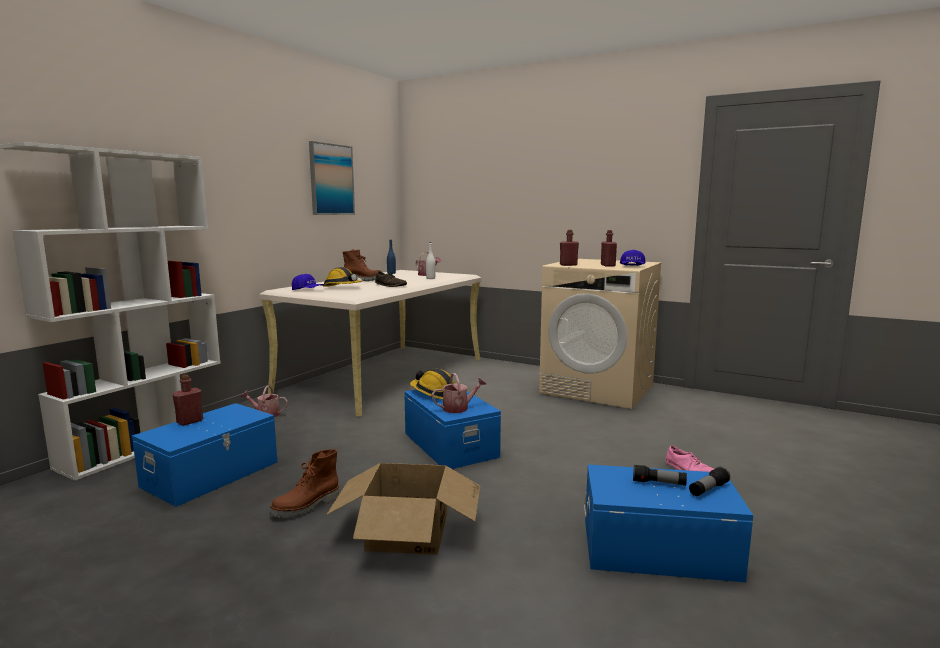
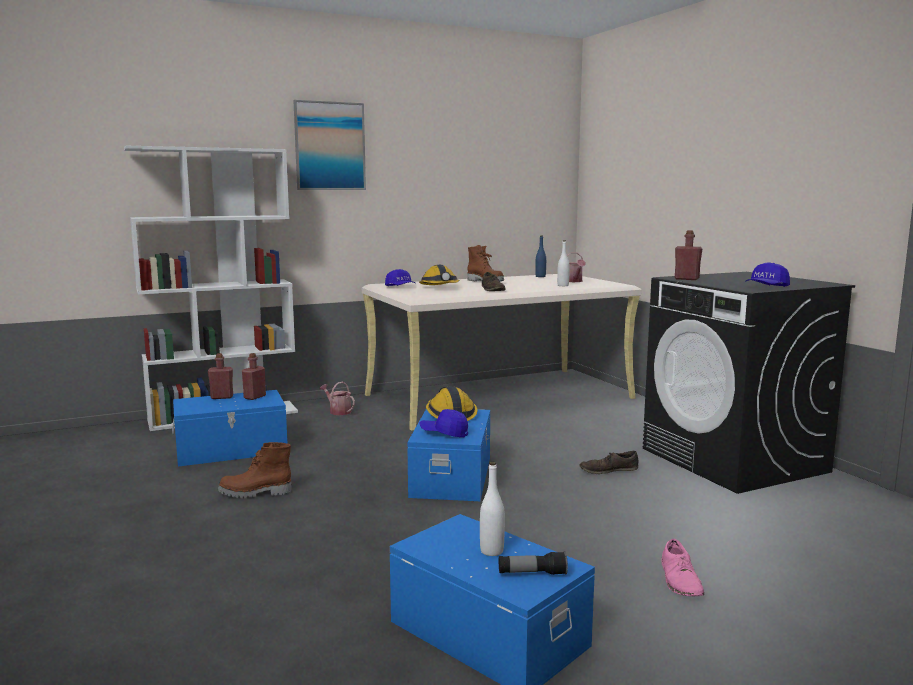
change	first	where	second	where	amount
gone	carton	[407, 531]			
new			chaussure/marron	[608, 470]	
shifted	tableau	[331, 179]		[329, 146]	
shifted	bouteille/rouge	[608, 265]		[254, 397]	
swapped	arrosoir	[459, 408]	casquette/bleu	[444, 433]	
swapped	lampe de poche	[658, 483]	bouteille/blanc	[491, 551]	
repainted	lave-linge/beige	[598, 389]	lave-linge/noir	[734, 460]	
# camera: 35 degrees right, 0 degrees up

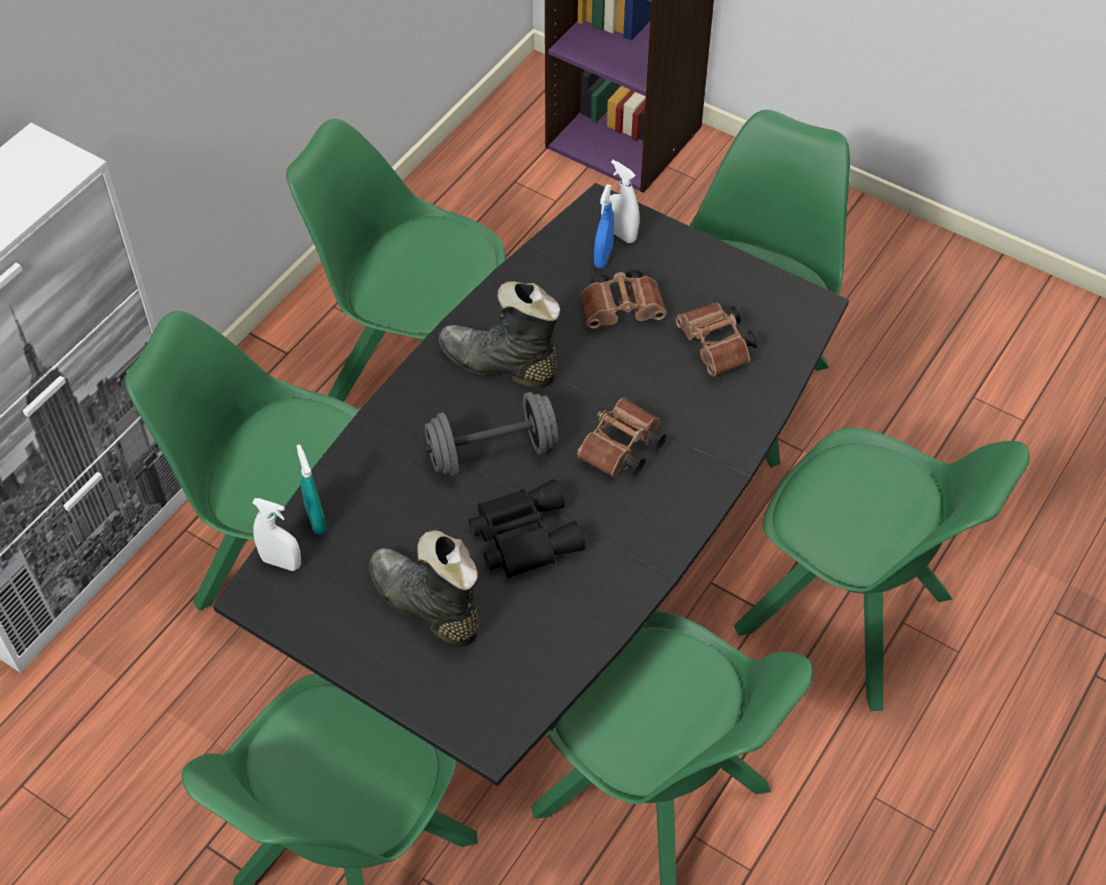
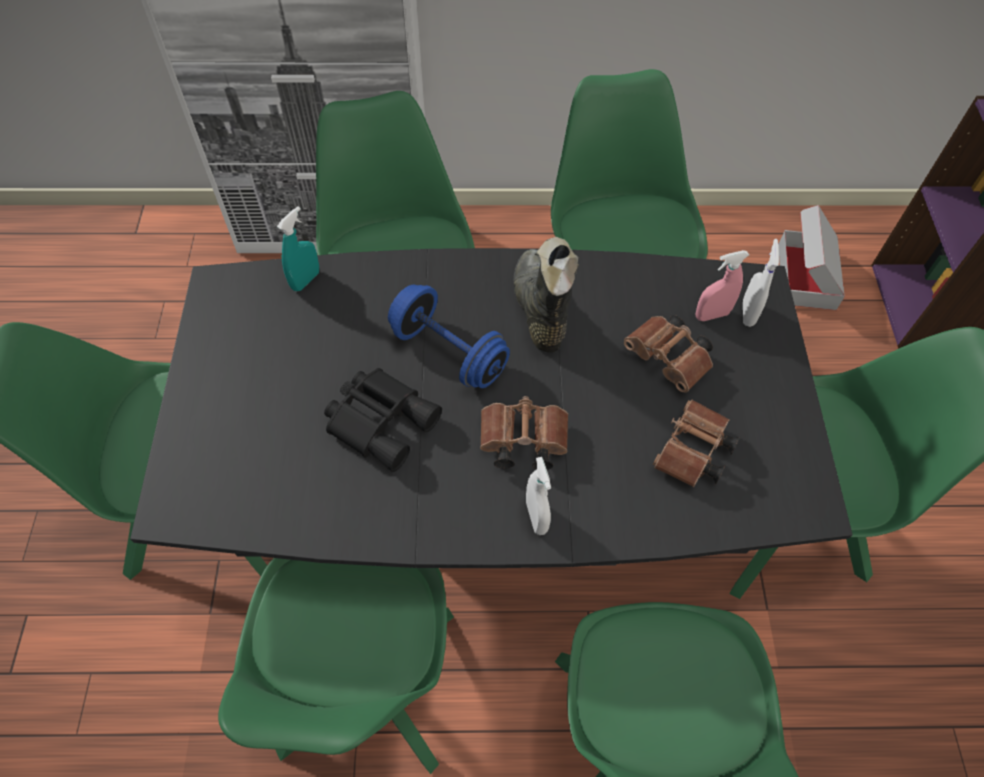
change	first	where	second	where	amount
gone	botte/noir	[425, 606]			
new			carton	[806, 276]	
shifted	vaporisateur/blanc	[281, 562]		[536, 517]	
repainted	haltère/gris	[492, 452]	haltère/bleu	[449, 352]	
repainted	vaporisateur/bleu	[603, 257]	vaporisateur/rose	[711, 315]	
# camera: 55 degrees right, 5 degrees up

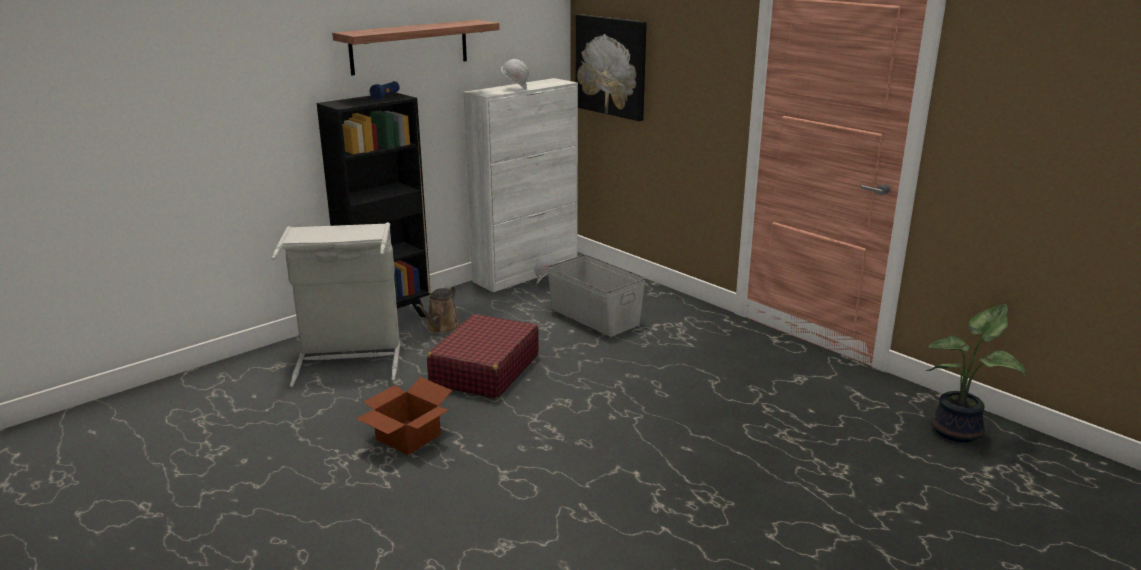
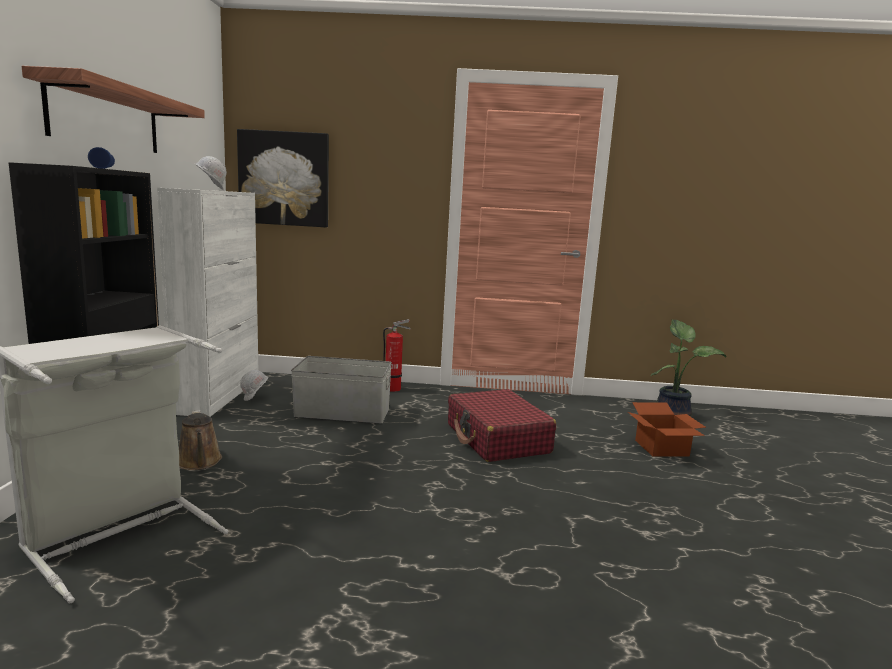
change	first	where	second	where	amount
new			extincteur	[395, 389]	
shifted	carton	[406, 437]		[661, 449]	
shifted	valise/rouge	[484, 370]		[497, 439]	
# camera: 45 degrees left, 10 degrees down

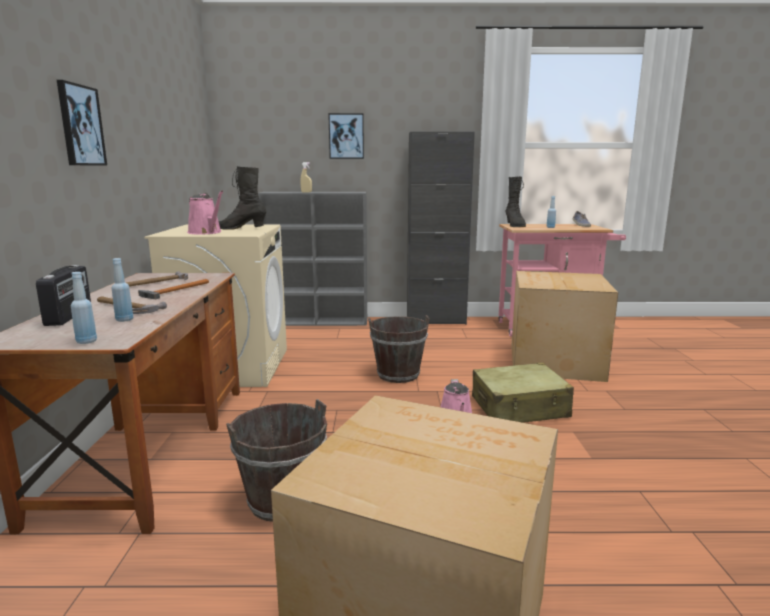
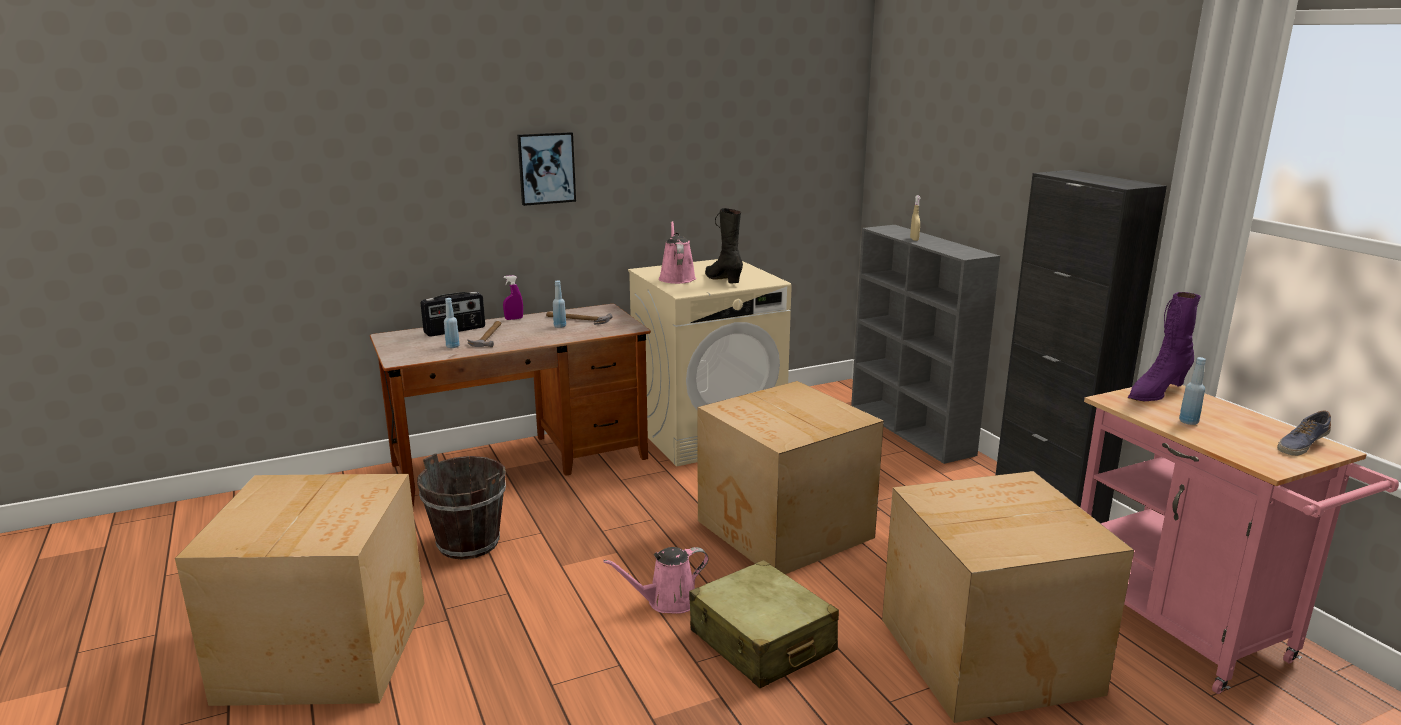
change	first	where	second	where	amount
gone	marteau	[174, 291]			
gone	tableau	[346, 136]			
new			vaporisateur/violet	[514, 319]	
shifted	bouteille/bleu	[86, 341]		[559, 326]	
swapped	seau/marron	[398, 375]	carton	[784, 530]	
repainted	botte/noir	[515, 226]	botte/violet	[1156, 393]	
rotated	arrosoir/rose	[206, 232]		[676, 278]	150 degrees clockwise
# camera: 65 degrees right, 5 degrees up

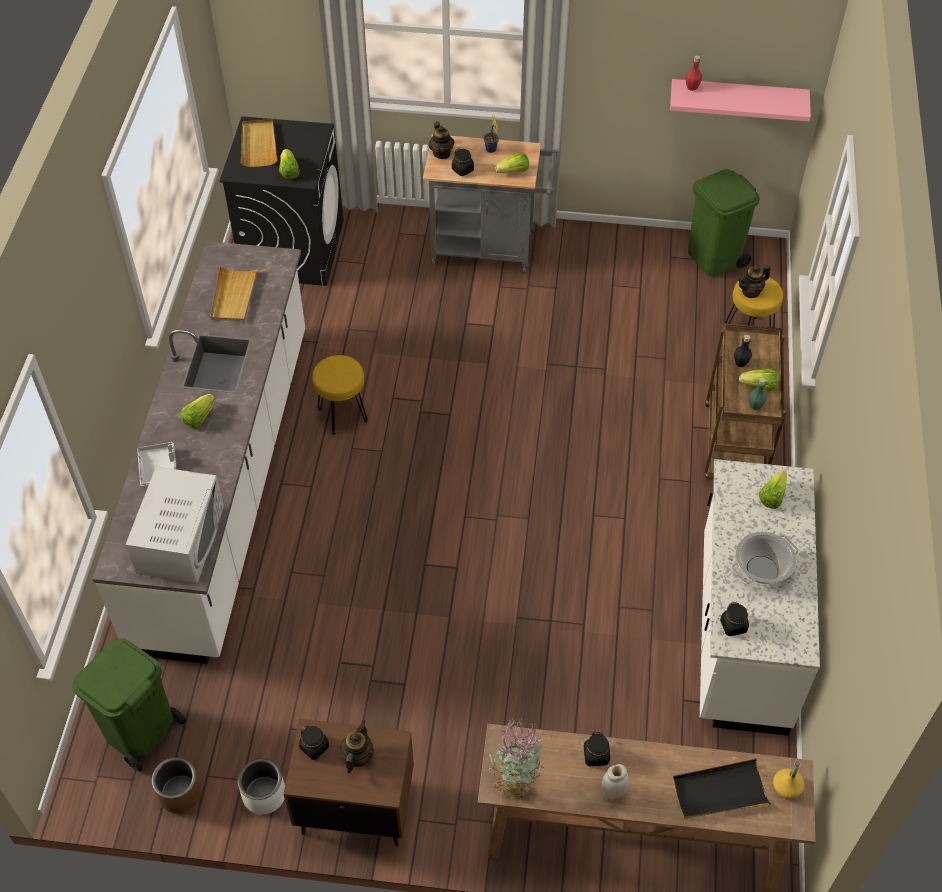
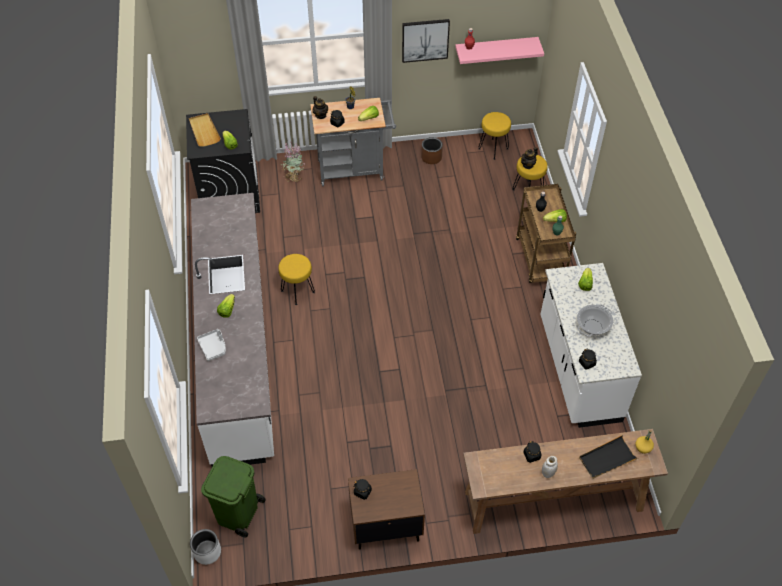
change	first	where	second	where	amount
gone	micro-ondes/blanc	[181, 539]			
gone	plateau/beige	[233, 296]			
gone	théière	[357, 756]			
new			tableau	[425, 40]	
shifted	cache-pot/marron	[180, 793]		[431, 157]	
shifted	cache-pot/blanc	[263, 794]		[207, 552]	
shifted	plante en pot	[514, 780]		[293, 177]	
swapped	poubelle/vert	[714, 258]	tabouret/jaune	[493, 148]	
# camera: 15 degrees left, 0 degrees up

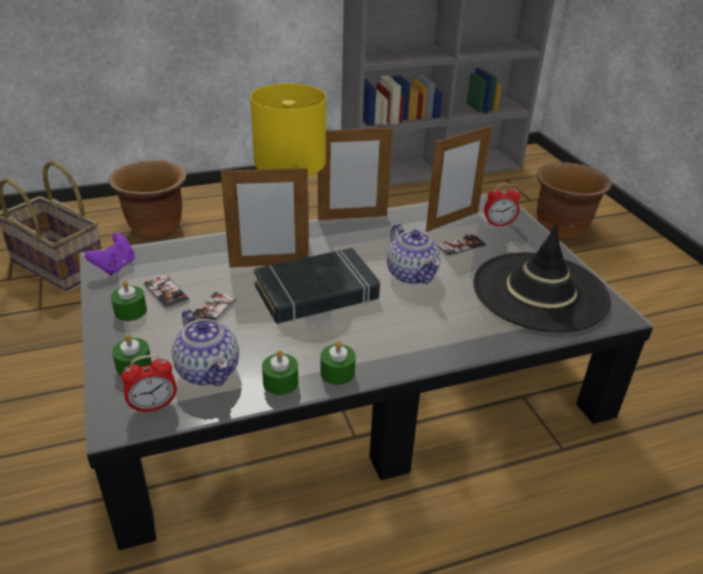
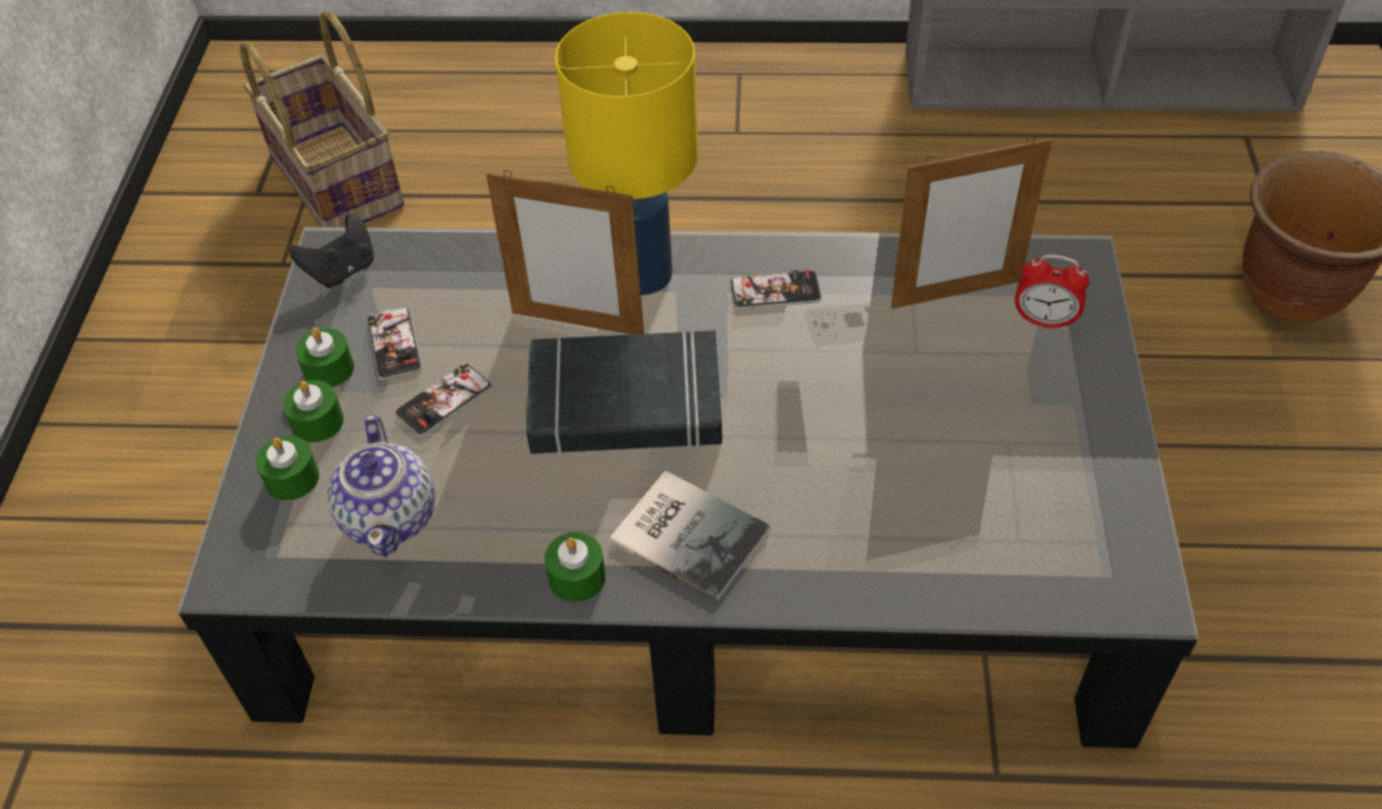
change	first	where	second	where	amount
gone	cache-pot/marron	[156, 229]			
gone	réveil	[153, 406]			
gone	cadre photo	[352, 217]			
gone	théière	[412, 274]			
gone	chapeau/noir	[540, 292]			
new			livre	[689, 531]	
shifted	bougie/vert	[280, 382]		[317, 422]	
shifted	téléphone	[461, 246]		[775, 291]	
repainted	manette/violet	[115, 267]	manette/noir	[342, 270]	
# camera: 25 degrees right, 15 degrees up

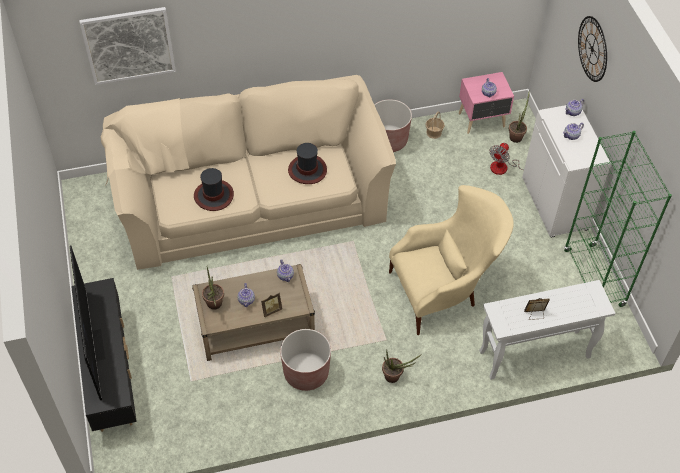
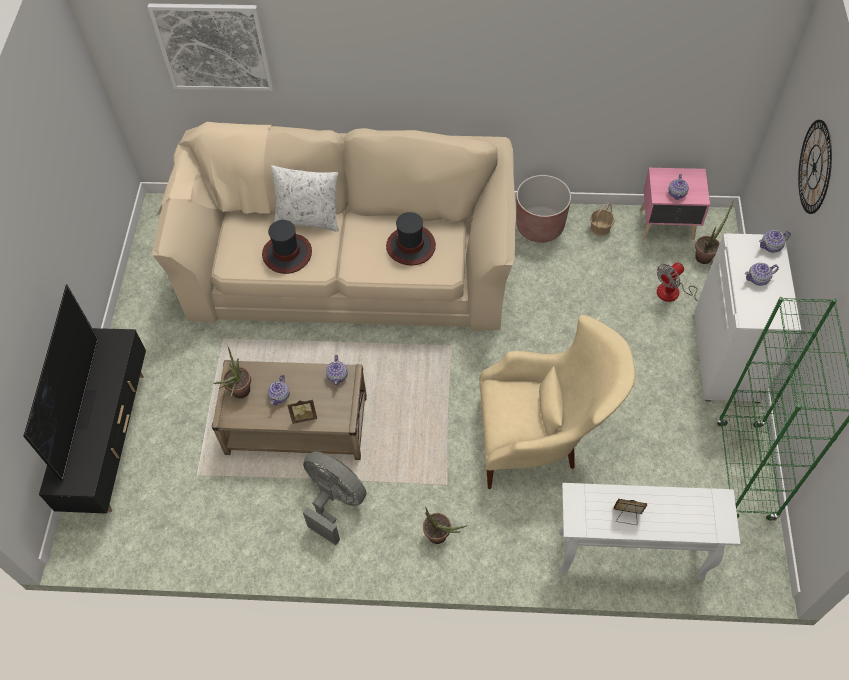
change	first	where	second	where	amount
new			coussin/blanc	[309, 219]	
swapped	cache-pot/marron	[306, 373]	ventilateur/gris	[334, 502]	
# camera: 20 degrees right, 5 degrees up

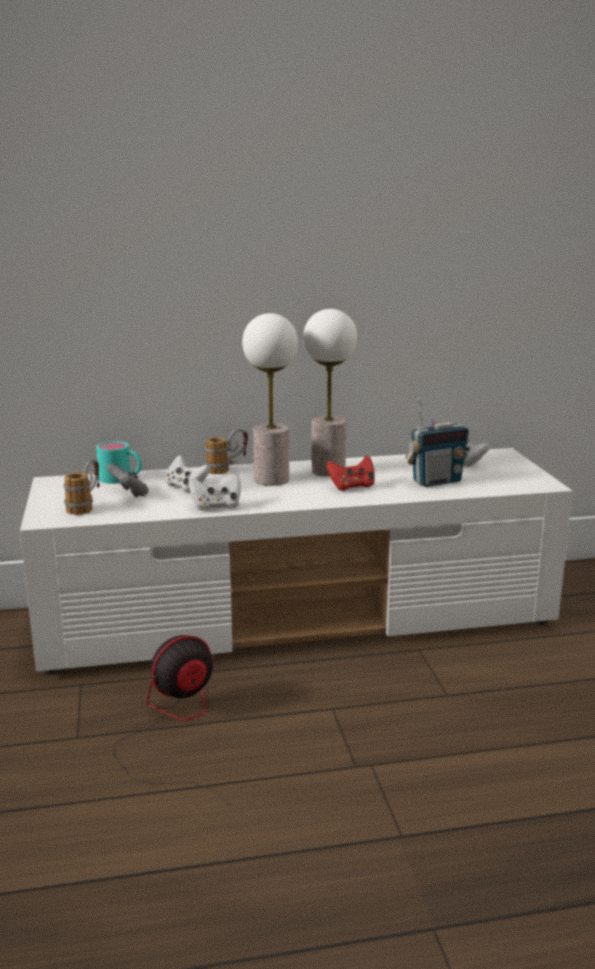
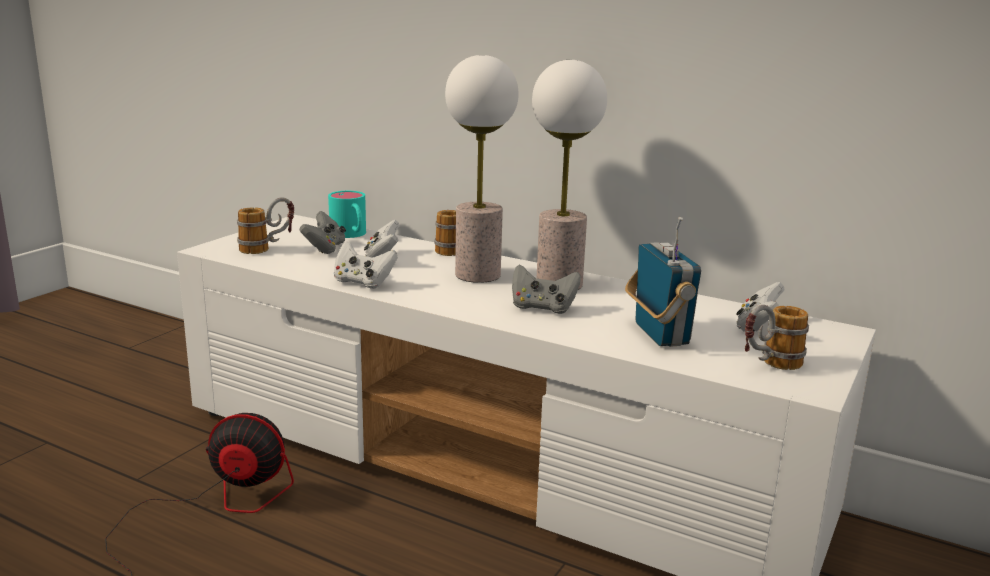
change	first	where	second	where	amount
new			mug	[769, 365]	
repainted	manette/rouge	[352, 486]	manette/gris	[543, 308]	
rotated	radio	[436, 481]		[659, 334]	120 degrees counterclockwise
# camera: 40 degrees right, 0 degrees up

